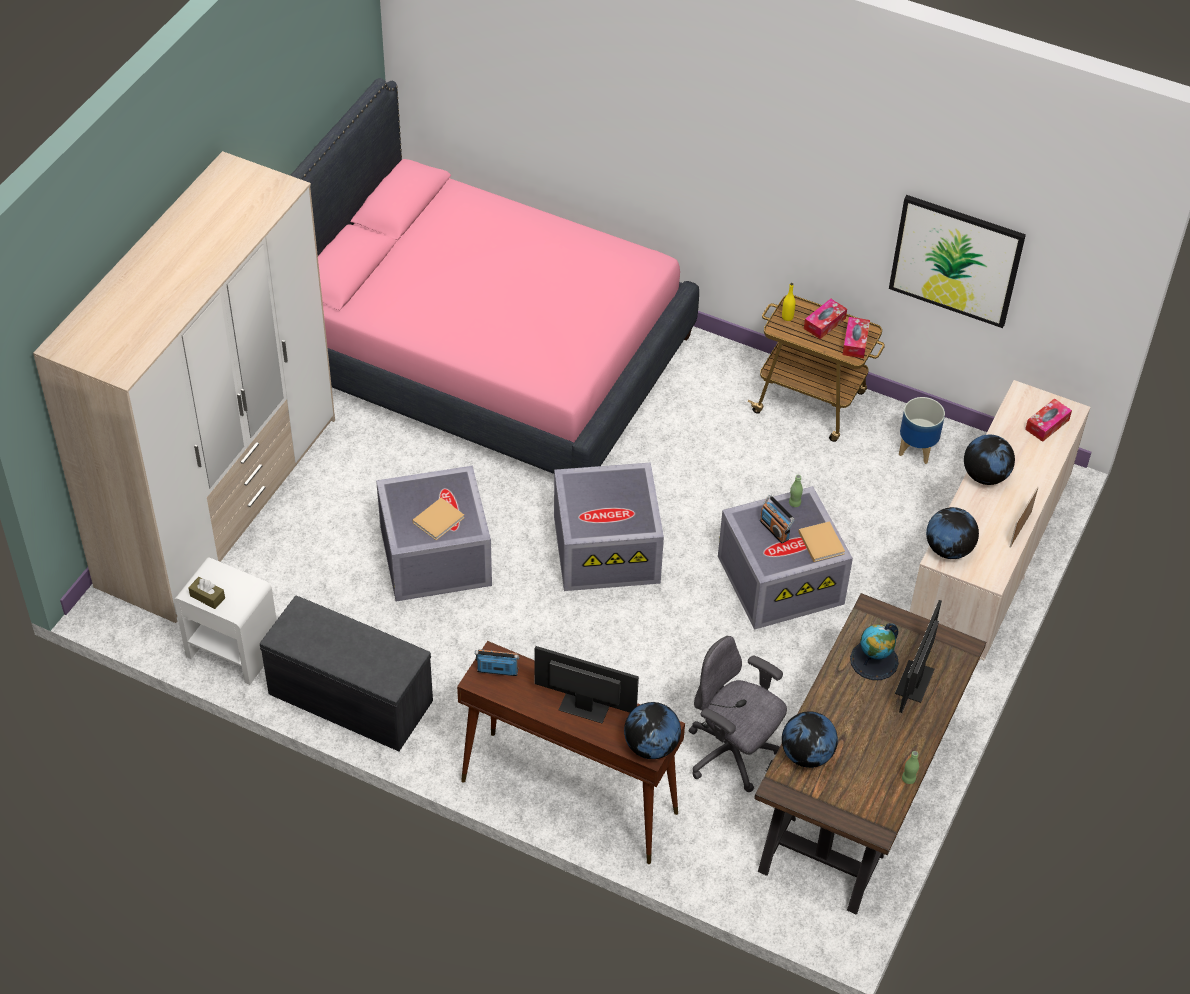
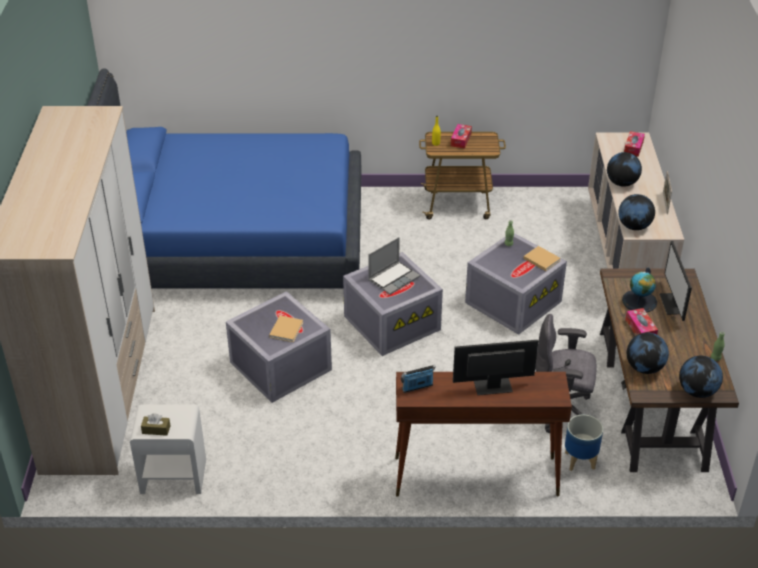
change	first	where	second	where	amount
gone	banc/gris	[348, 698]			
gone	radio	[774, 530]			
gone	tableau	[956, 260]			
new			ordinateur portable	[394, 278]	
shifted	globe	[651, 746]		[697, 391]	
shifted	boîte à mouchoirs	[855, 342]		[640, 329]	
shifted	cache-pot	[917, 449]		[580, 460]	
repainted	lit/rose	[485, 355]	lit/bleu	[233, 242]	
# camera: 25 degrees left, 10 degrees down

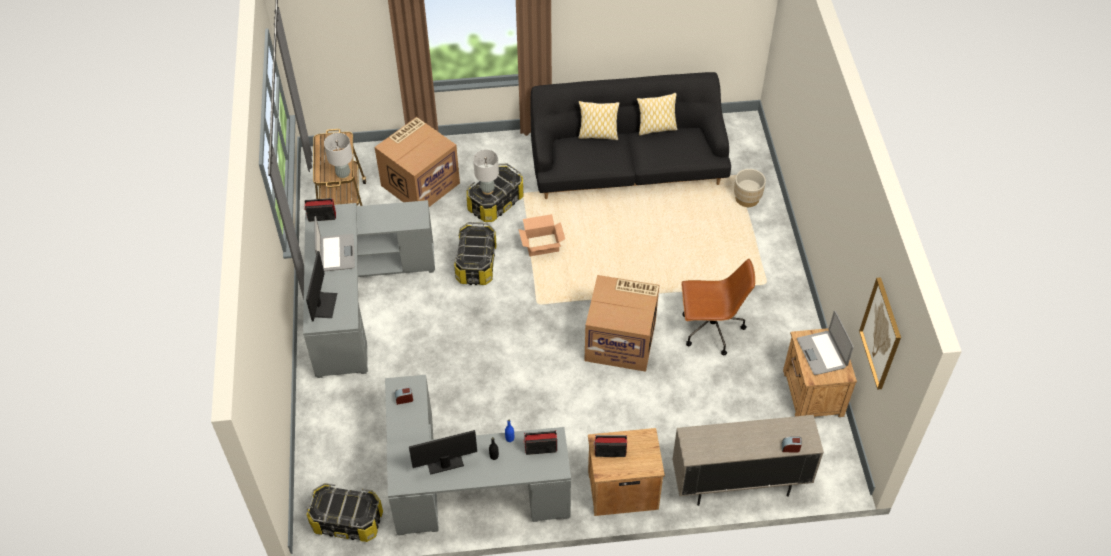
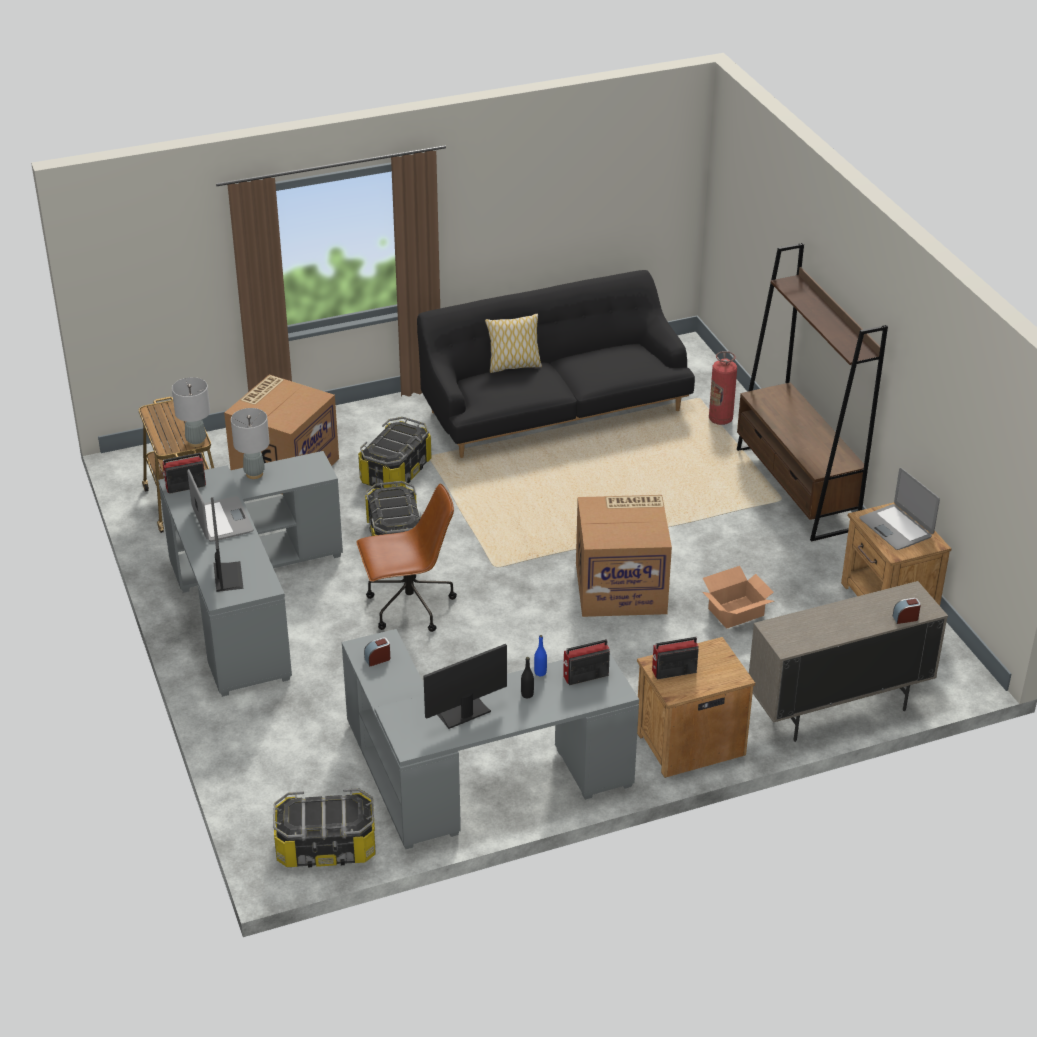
change	first	where	second	where	amount
gone	coussin	[656, 128]			
gone	tableau	[881, 333]			
new			bibliothèque/marron	[796, 489]	
shifted	lampe de table/gris	[487, 190]		[254, 474]	
shifted	carton	[542, 245]		[736, 612]	
shifted	chaise de bureau/marron	[710, 329]		[408, 607]	
swapped	cache-pot/beige	[747, 198]	extincteur	[720, 419]	
# camera: 15 degrees left, 15 degrees down

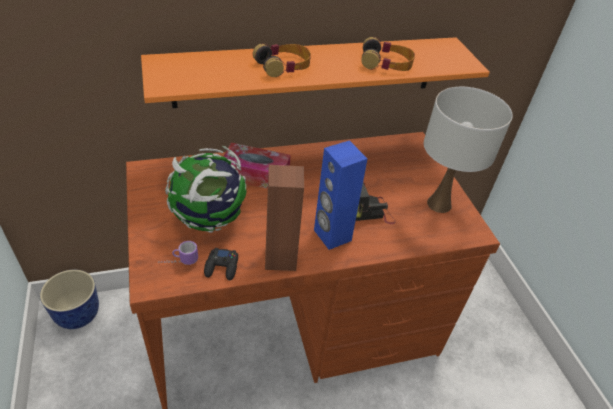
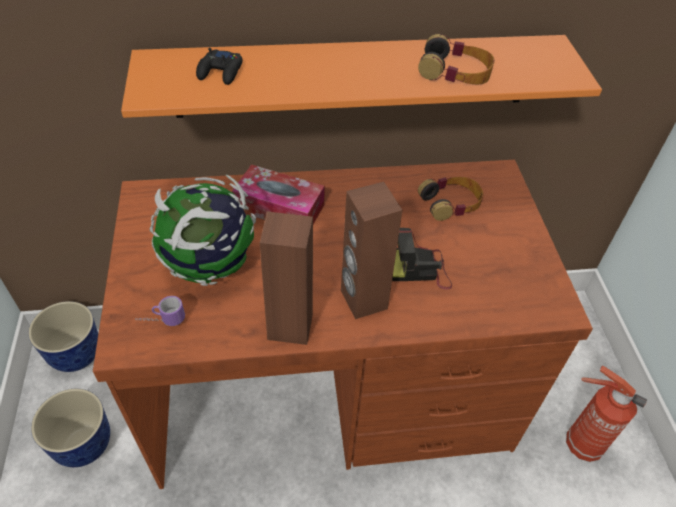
change	first	where	second	where	amount
gone	lampe de table/blanc	[438, 204]			
new			cache-pot	[83, 446]	
new			extincteur	[580, 443]	
shifted	manette/noir	[222, 267]		[221, 72]	
shifted	casque audio	[283, 65]		[450, 203]	
repainted	enceinte/bleu	[332, 235]	enceinte/marron	[363, 299]	
# camera: 10 degrees right, 5 degrees up

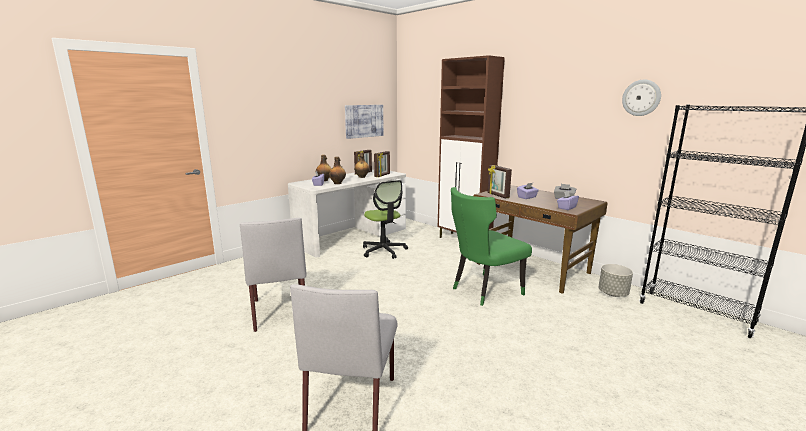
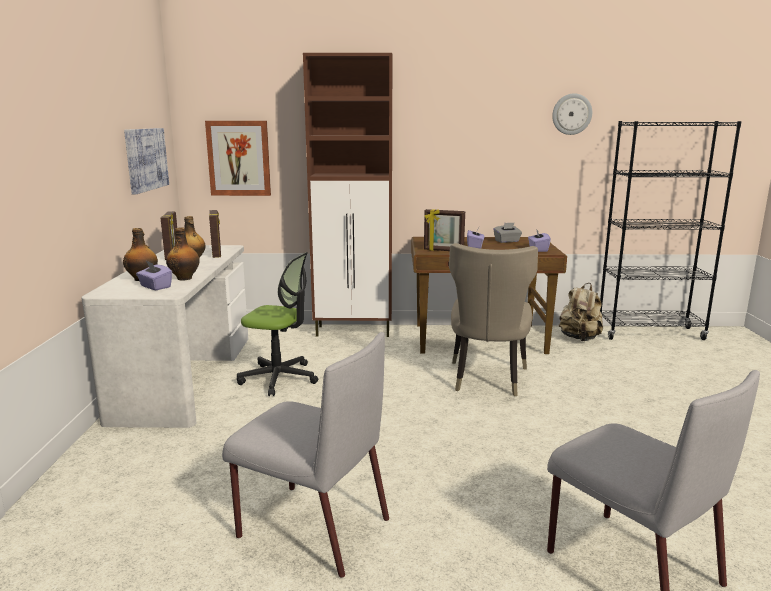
change	first	where	second	where	amount
new			tableau	[239, 158]	
swapped	cache-pot/gris	[613, 293]	sac à dos/beige	[579, 338]	
repainted	chaise/vert	[483, 291]	chaise/beige	[487, 380]	
# camera: 45 degrees left, 0 degrees up

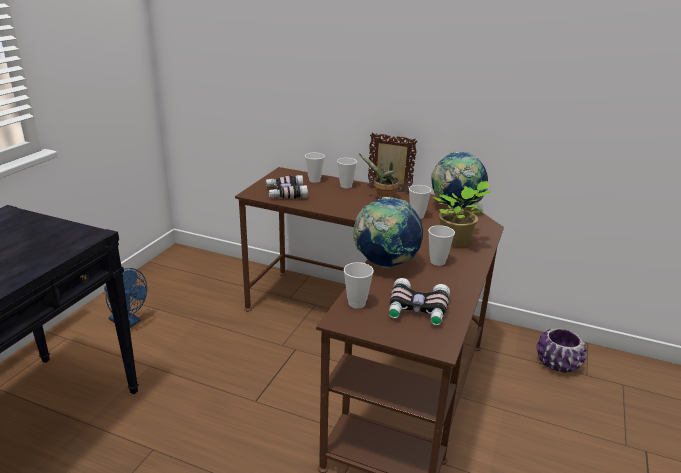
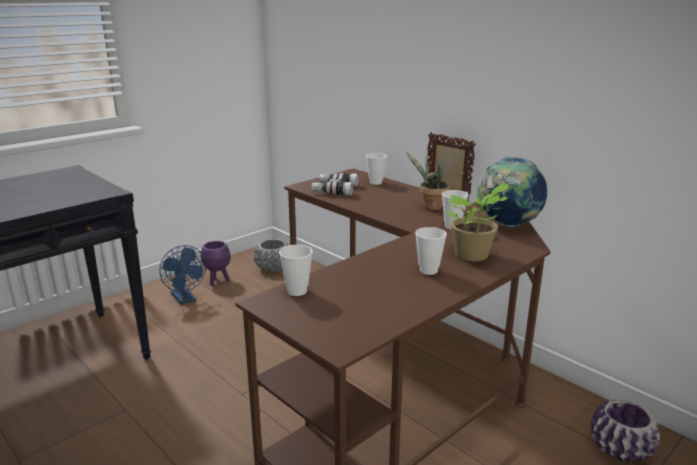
change	first	where	second	where	amount
gone	tasse	[346, 186]			
gone	globe	[385, 264]			
gone	jumelles	[417, 310]			
new			cache-pot/violet	[218, 281]	
new			cache-pot/gris	[273, 267]	
# camera: 25 degrees right, 5 degrees down

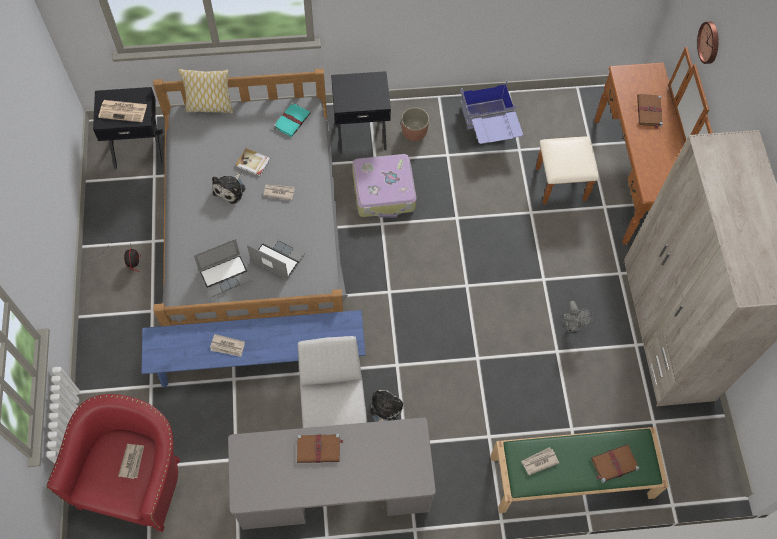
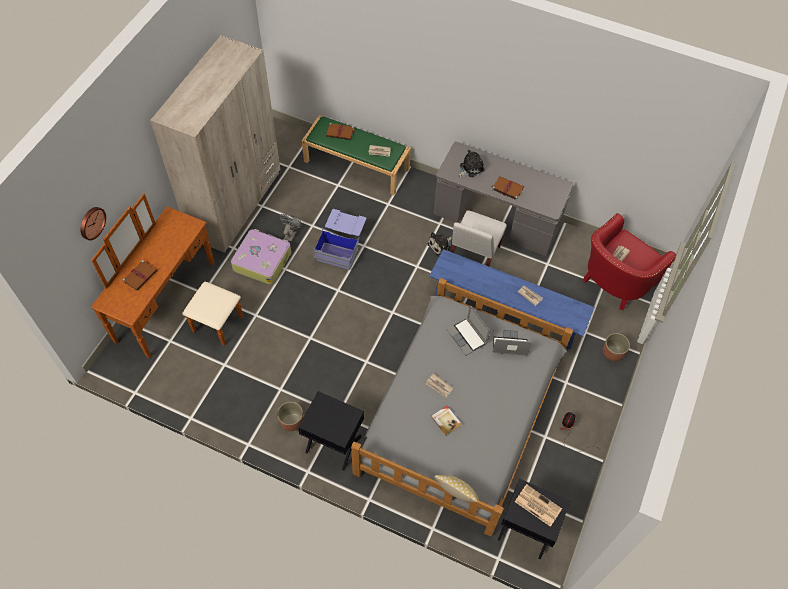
change	first	where	second	where	amount
gone	livre/turquoise	[292, 120]			
new			cache-pot	[612, 353]	
shifted	peluche	[230, 189]		[470, 168]	
shifted	valise	[384, 192]		[262, 261]	
shifted	boîte de rangement/bleu	[489, 128]		[341, 246]	
# camera: 150 degrees left, 5 degrees down

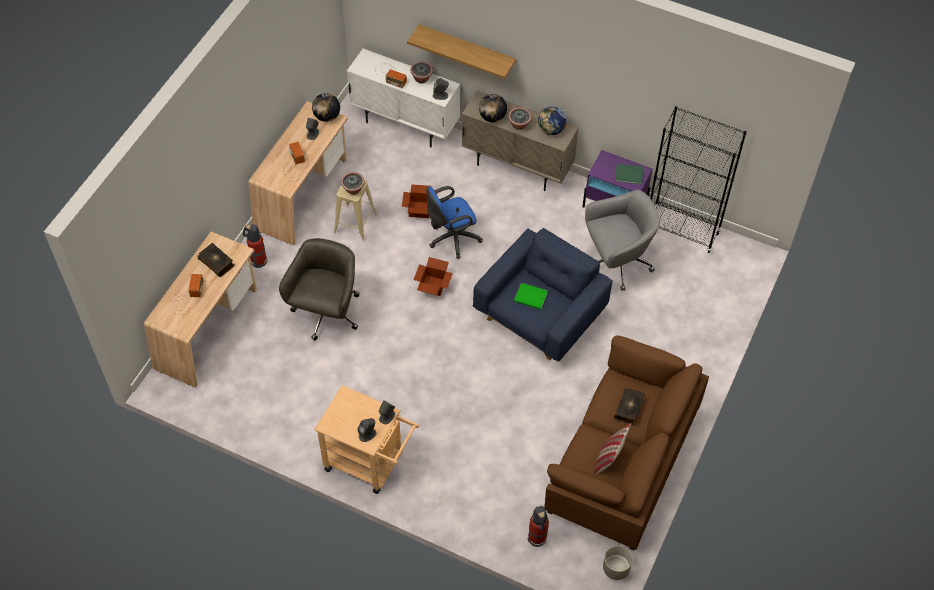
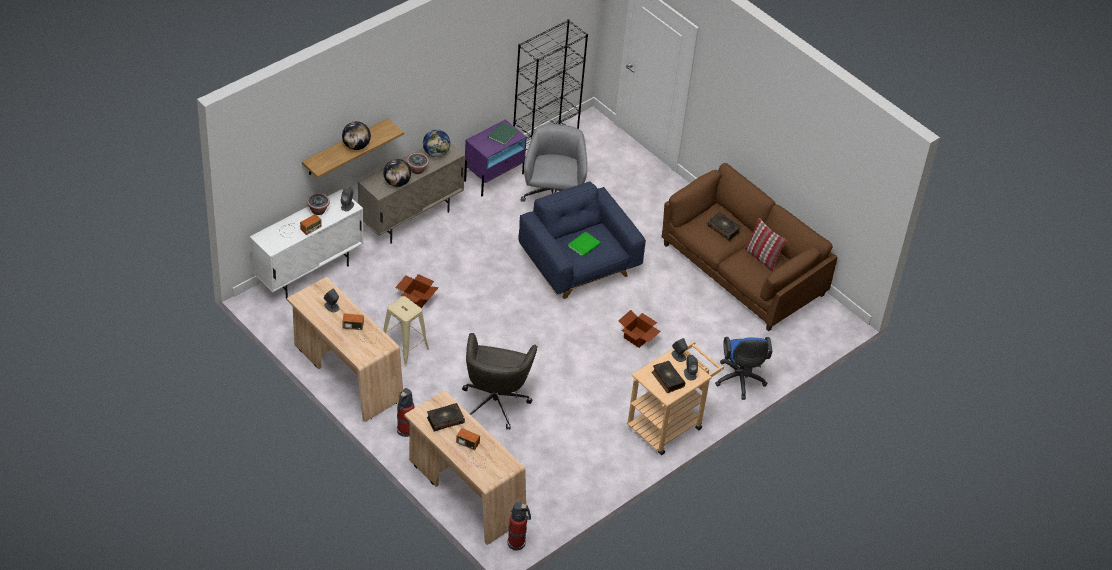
change	first	where	second	where	amount
gone	plante en pot	[353, 190]			
gone	cache-pot/gris	[615, 569]			
new			livre	[667, 379]	
shifted	globe	[327, 116]		[356, 146]	
shifted	carton	[432, 286]		[637, 338]	
shifted	chaise de bureau/bleu	[452, 238]		[740, 381]	
shifted	extincteur	[537, 539]		[517, 543]	
rotated	chaise de bureau/gris	[326, 313]		[495, 401]	120 degrees counterclockwise
# camera: 70 degrees left, 10 degrees down

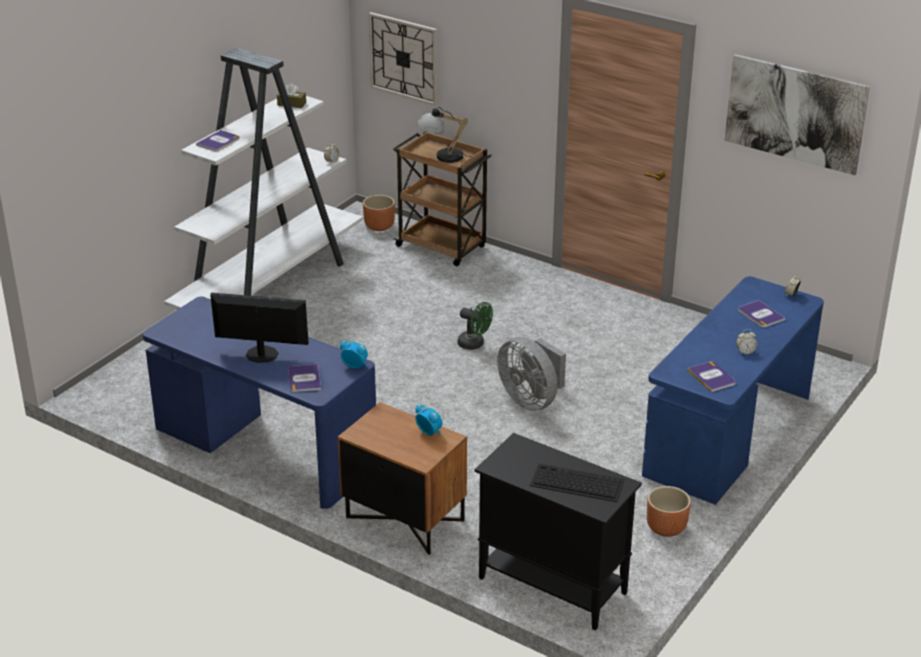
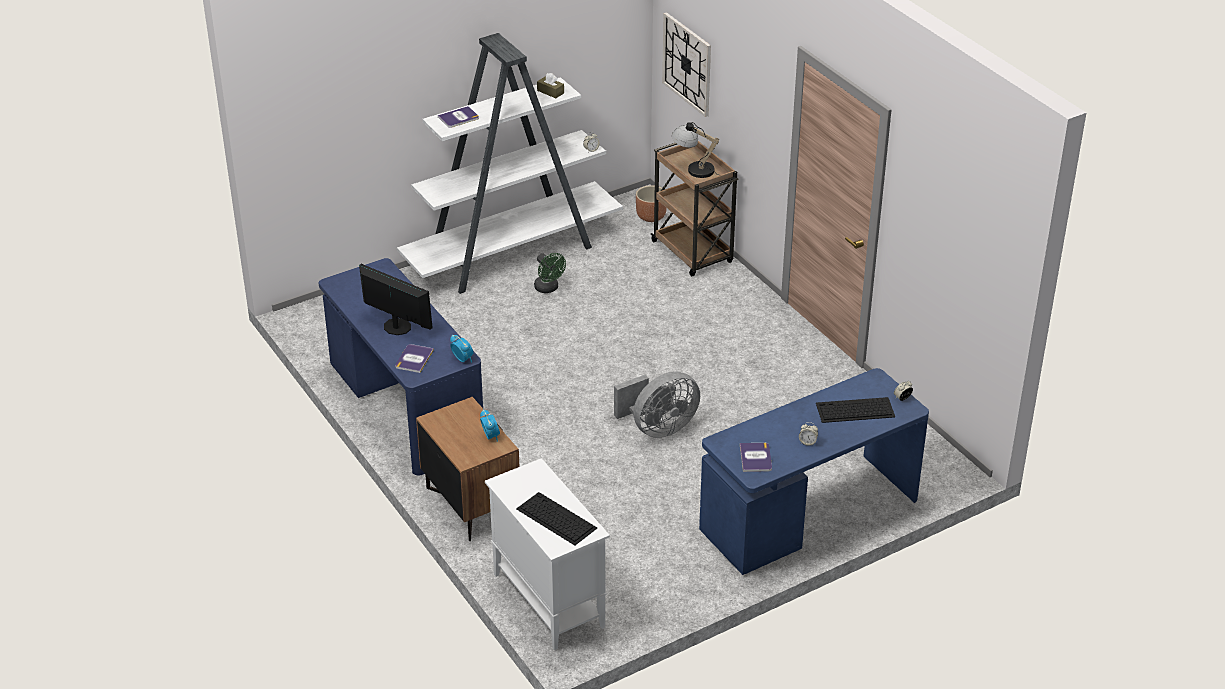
change	first	where	second	where	amount
gone	cache-pot/marron	[666, 528]			
gone	tableau	[795, 113]			
shifted	ventilateur/vert	[474, 344]		[548, 288]	
swapped	livre	[760, 315]	clavier	[854, 410]	
repainted	meuble de rangement/noir	[551, 585]	meuble de rangement/blanc	[547, 599]	
rotated	ventilateur/gris	[531, 400]		[658, 428]	105 degrees counterclockwise
# camera: 25 degrees right, 5 degrees up

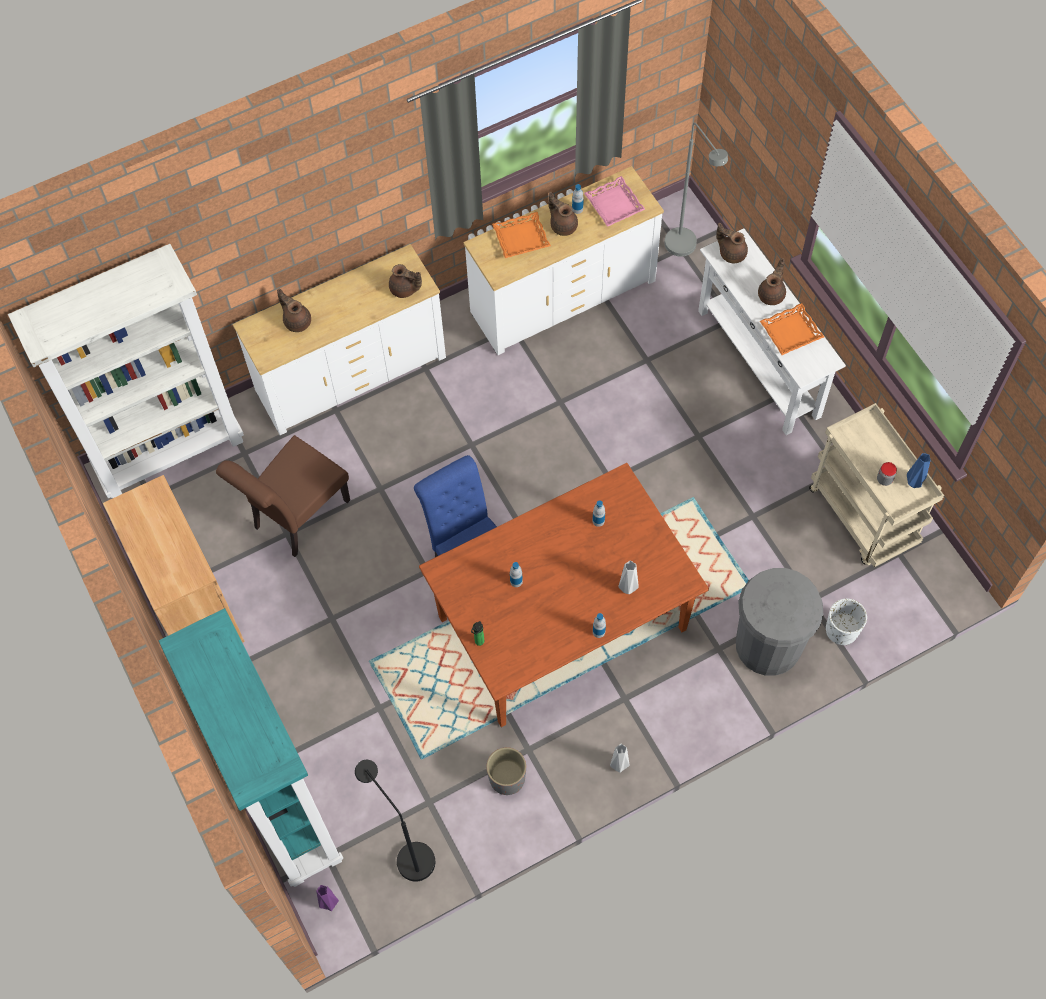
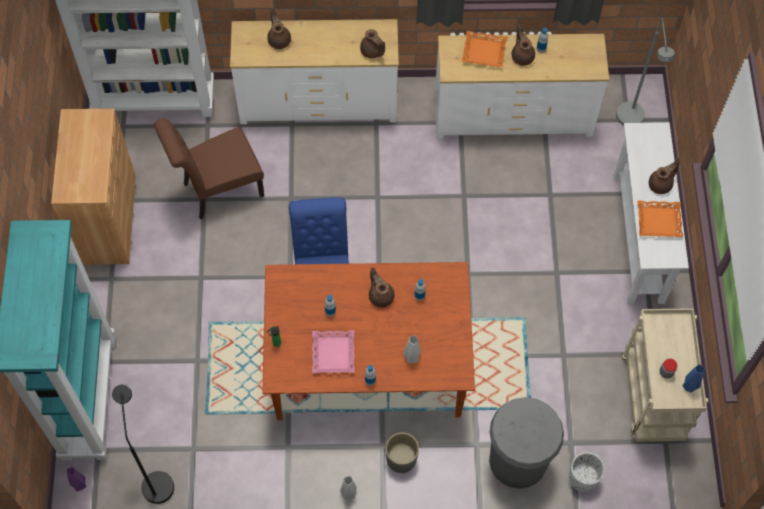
change	first	where	second	where	amount
shifted	cache-pot/gris	[506, 778]		[401, 459]	
shifted	plateau/rose	[614, 204]		[333, 354]	
shifted	théière/marron	[731, 253]		[381, 296]	
# camera: 25 degrees right, 0 degrees up

